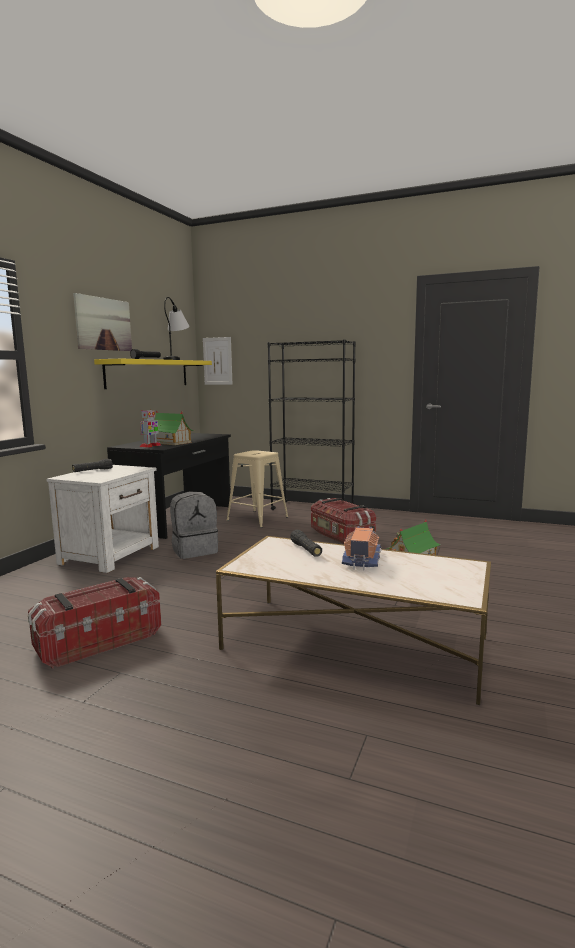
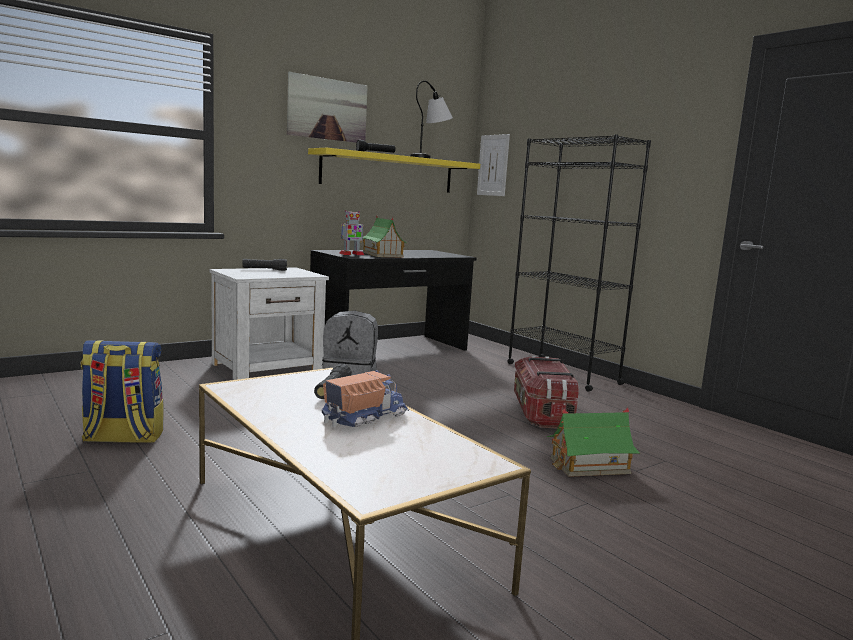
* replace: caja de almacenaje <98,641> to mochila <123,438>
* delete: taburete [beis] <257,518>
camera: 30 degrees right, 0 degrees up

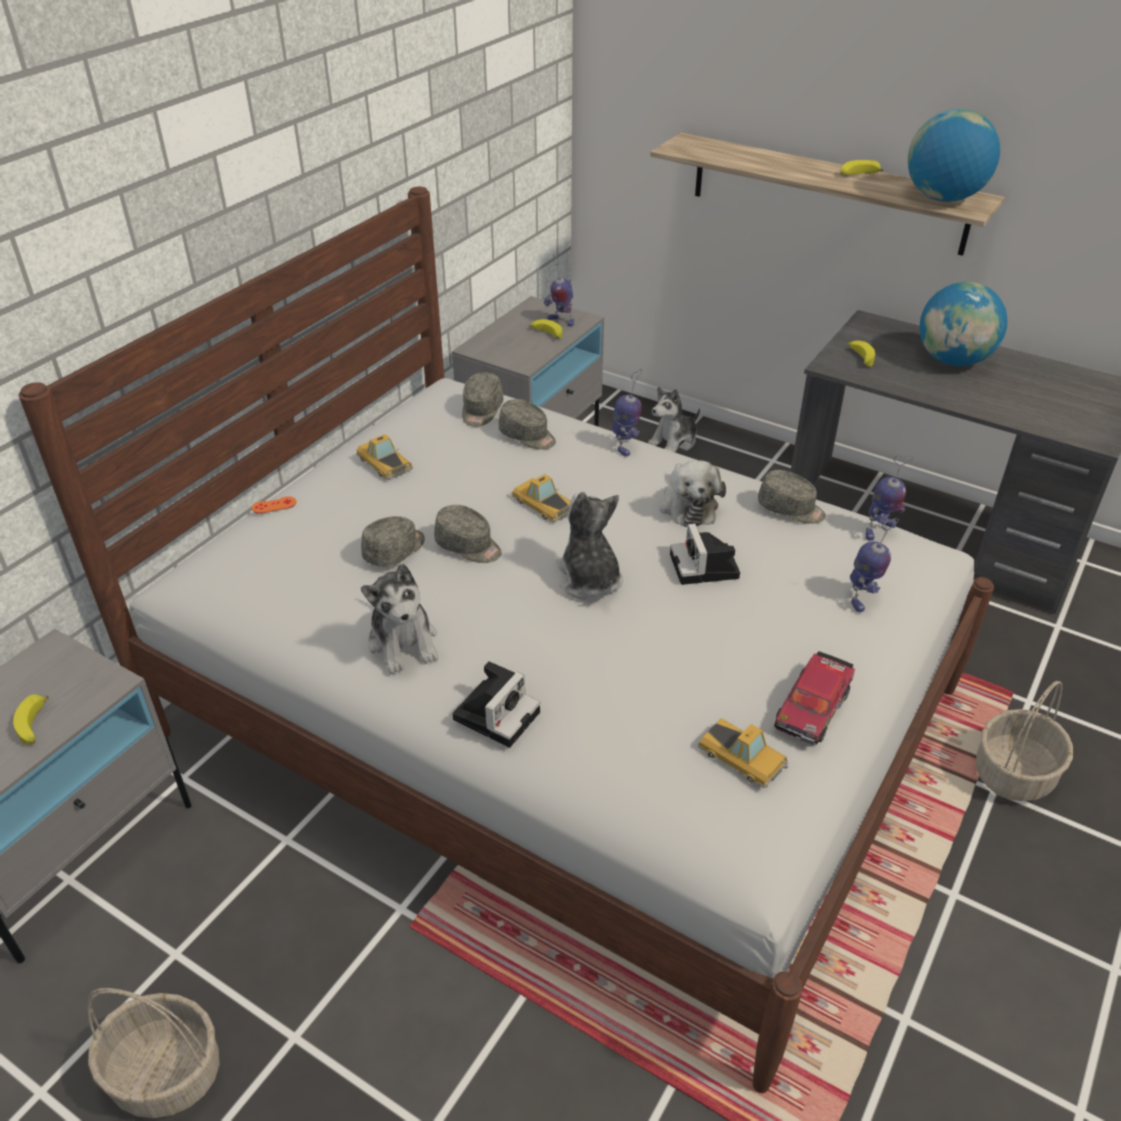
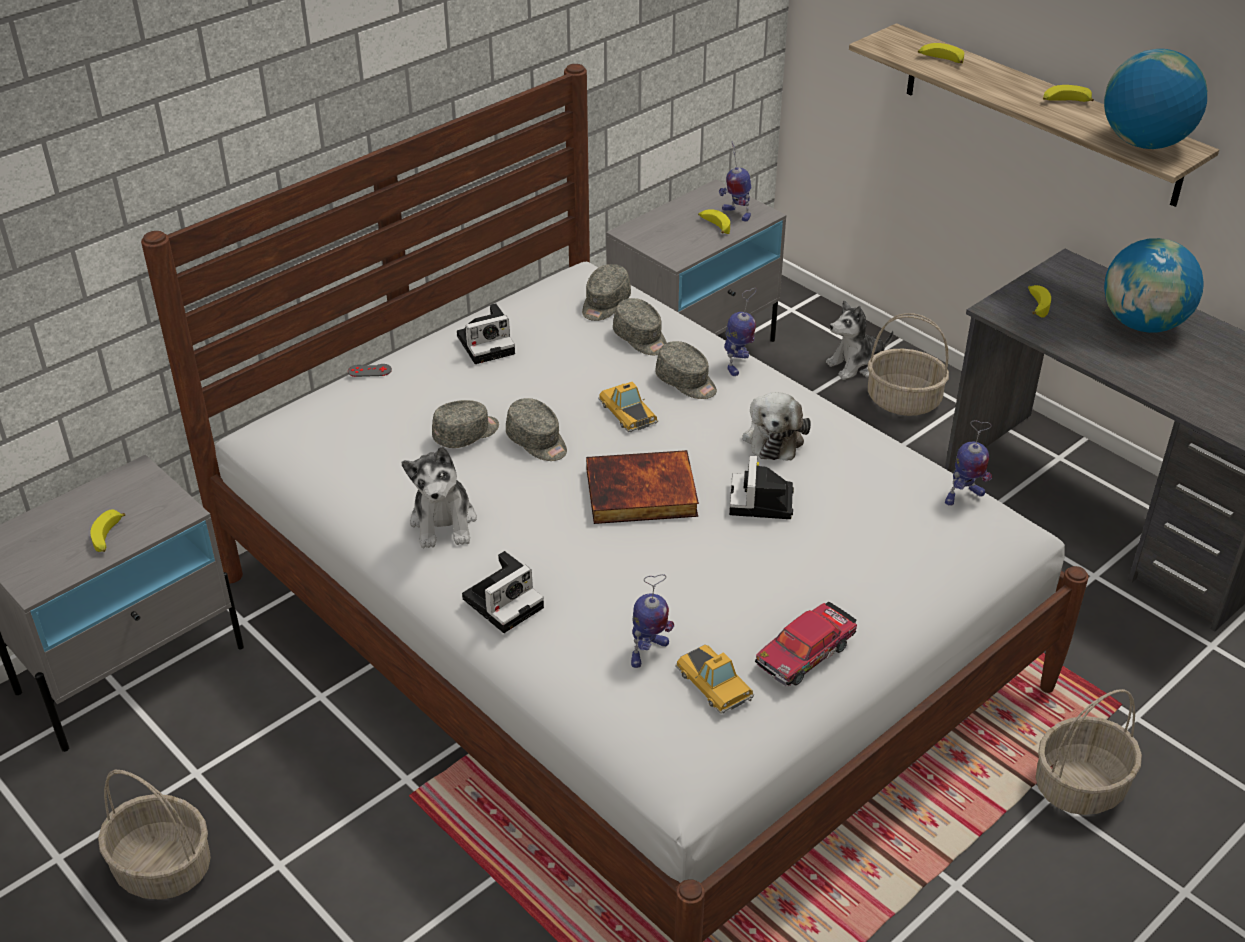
* recolor: mando de consola [naranja] <274,505> to mando de consola [gris] <369,370>
* replace: coche de juguete <384,462> to cámara <488,344>
* replace: peluche <589,579> to libro <640,494>
* move: robot de juguete <862,598> to <648,652>
* move: gorra [gris] <791,509> to <686,382>
* insert: cesta <904,400>
* insert: plátano <940,60>
camera: 15 degrees right, 0 degrees up

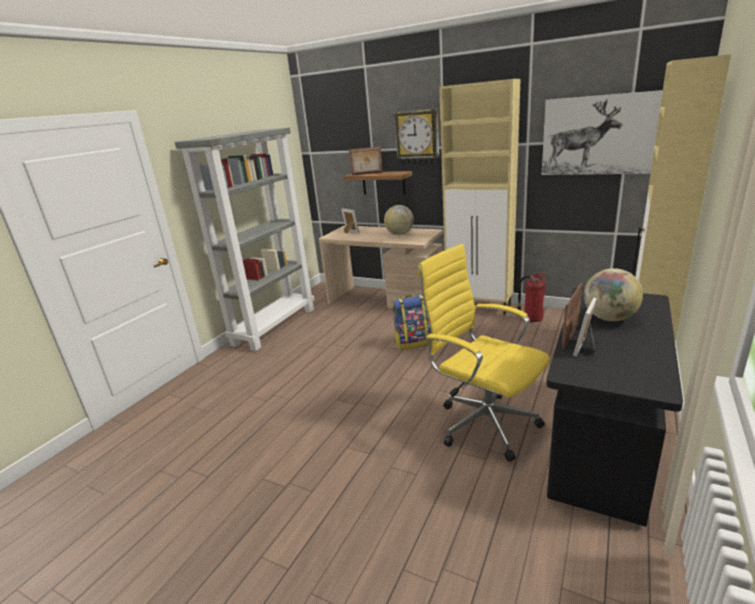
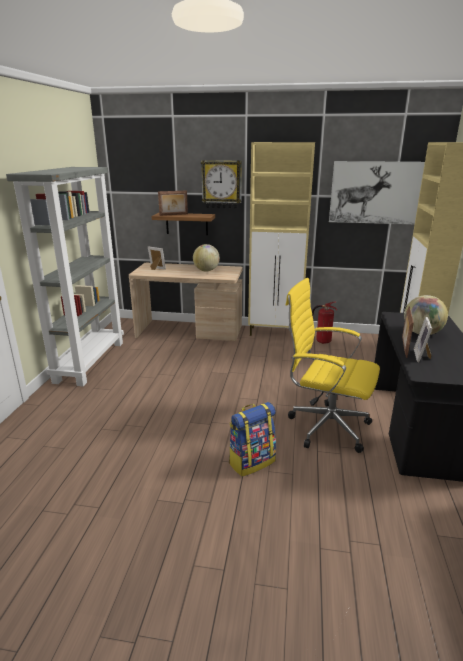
* move: mochila <413,342> to <251,461>
camera: 20 degrees left, 0 degrees up

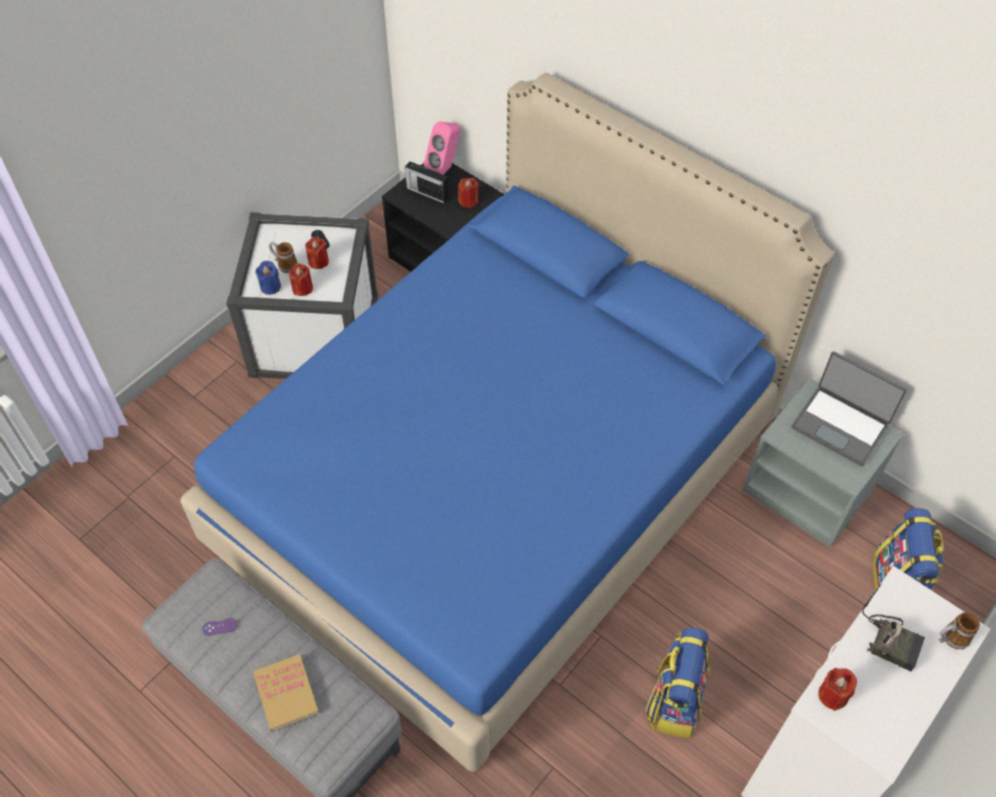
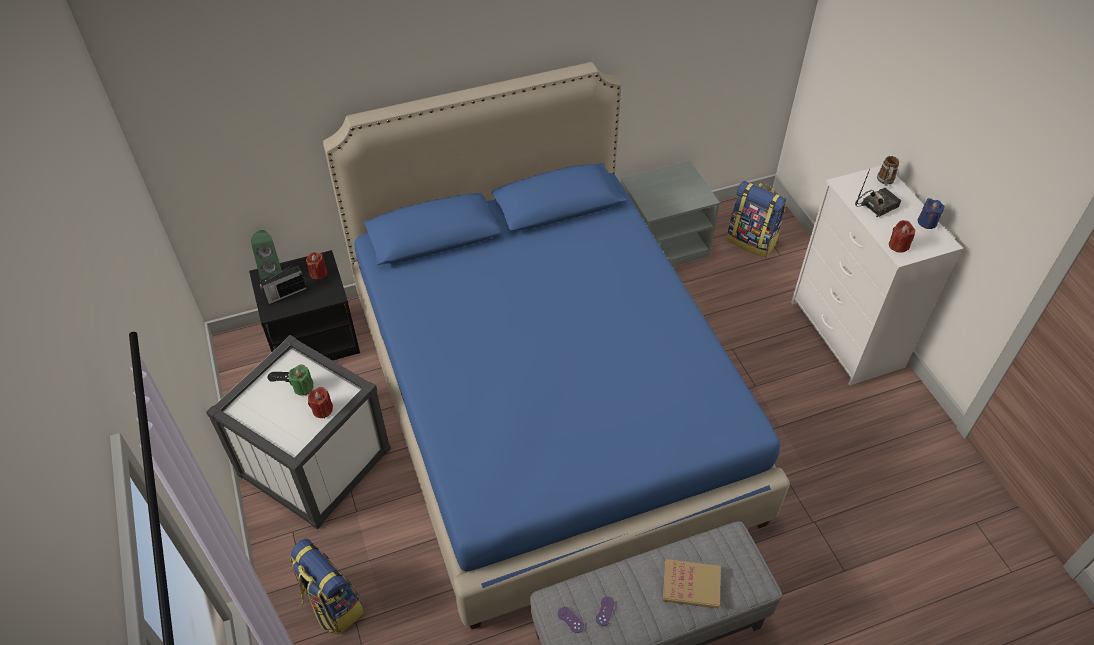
* recolor: altavoz [rosa] <445,169> to altavoz [verde] <272,272>
* recolor: vela [rojo] <318,261> to vela [verde] <303,387>
* move: mochila <674,700> to <331,604>
* insert: mando de consola [morado] <570,620>
* move: vela [azul] <270,286> to <927,222>
* delete: taza grande <284,264>
* delete: portátil <840,425>
camera: 60 degrees left, 5 degrees down

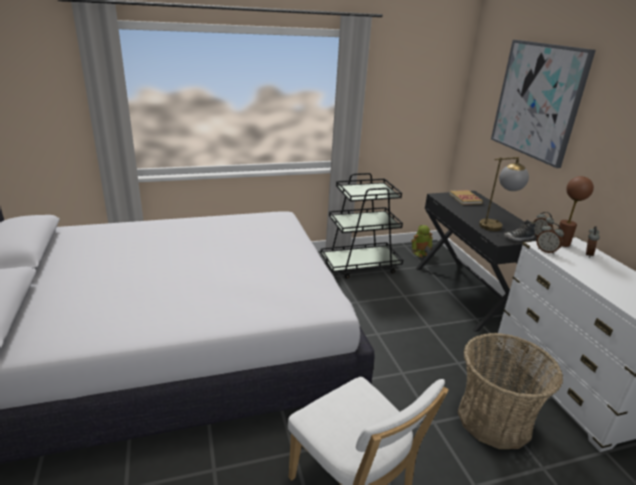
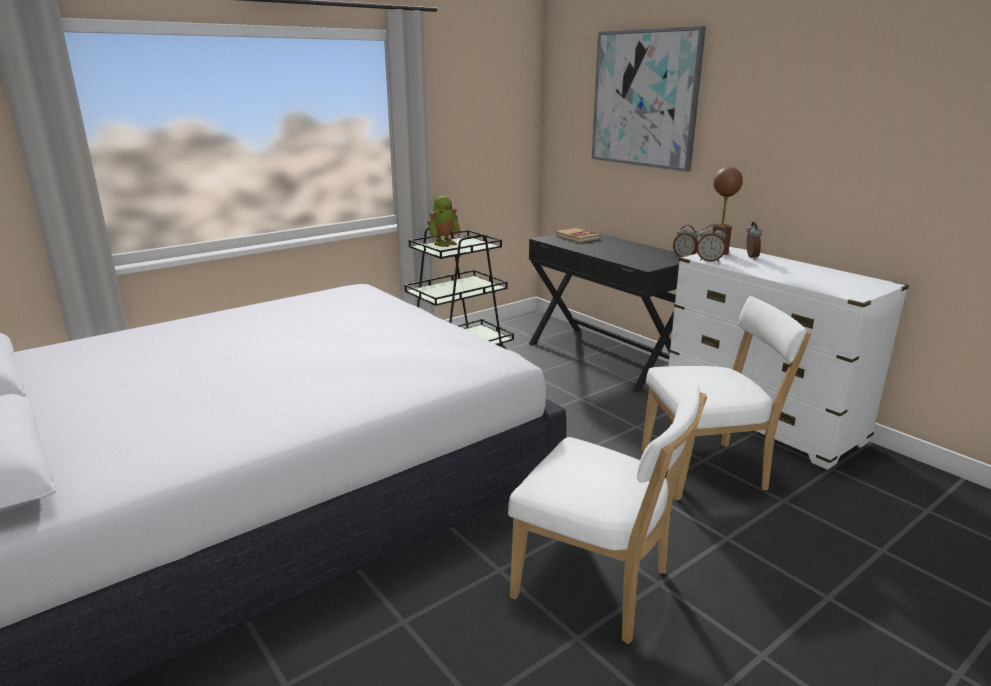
* move: robot de juguete <420,253> to <444,243>
* replace: cesta <494,419> to silla [blanco] <708,470>
* delete: lámpara de mesa <496,225>
* delete: zapato <518,238>
camera: 20 degrees left, 5 degrees down

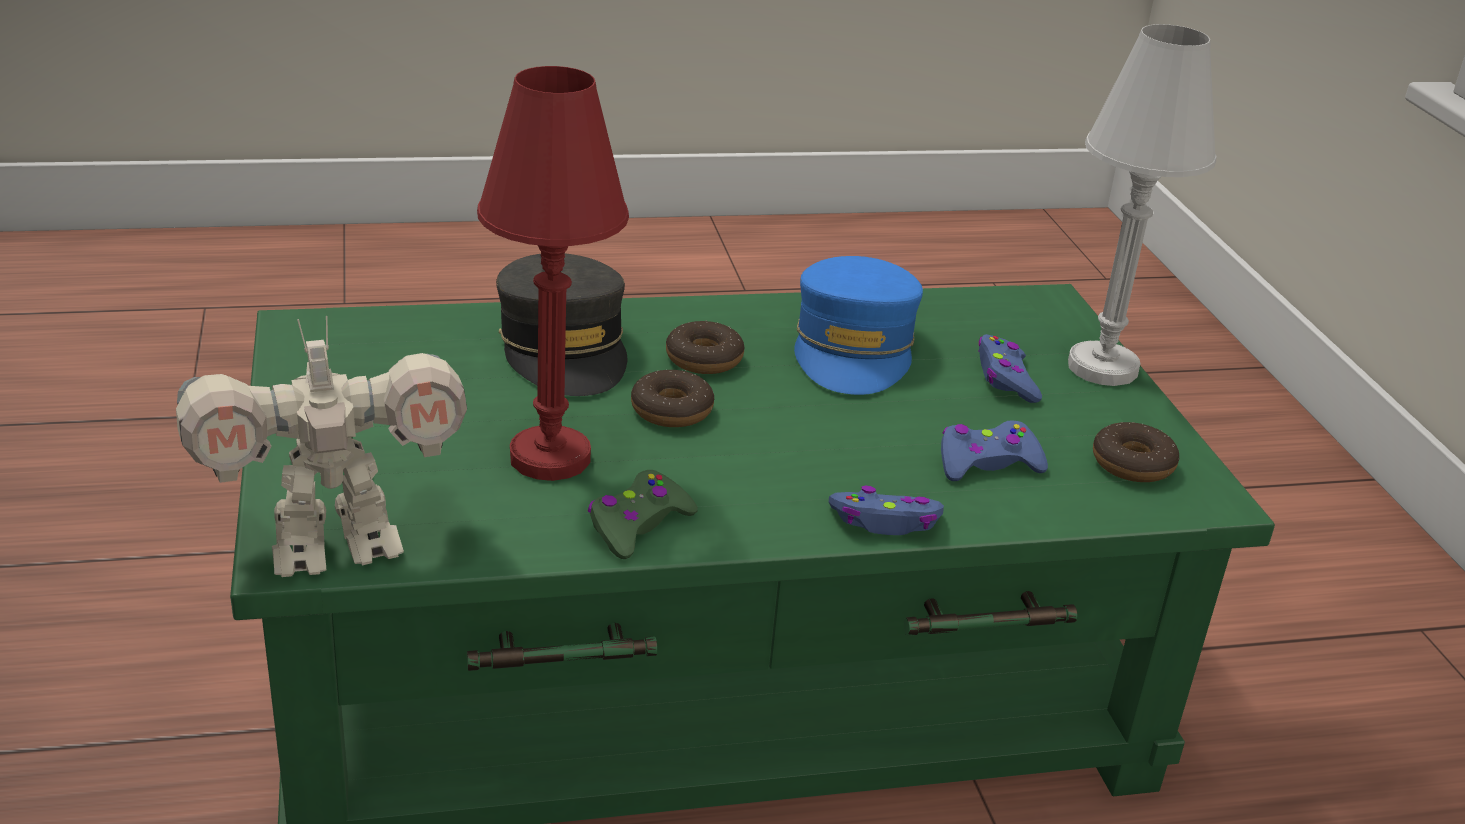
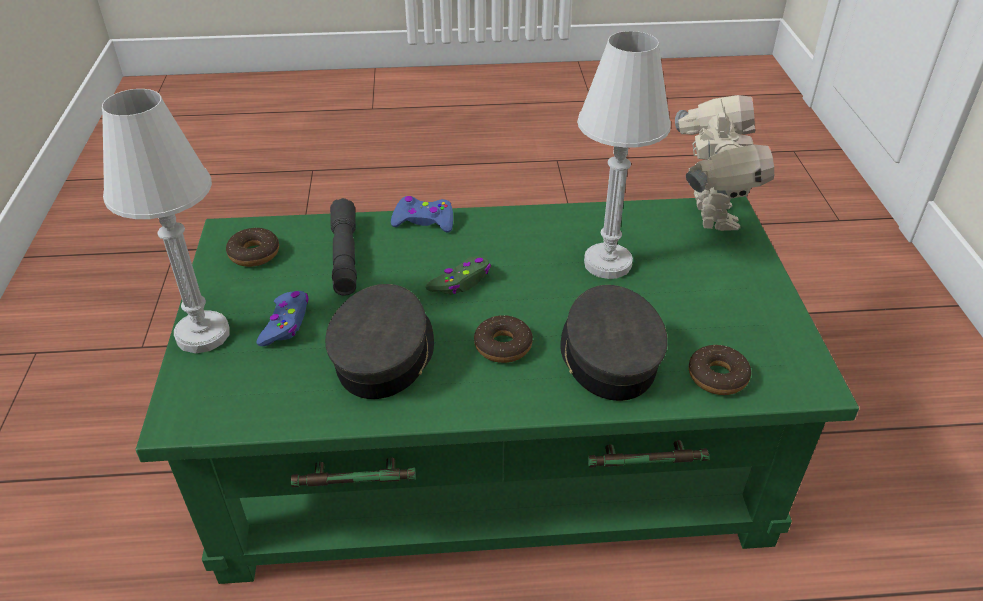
* recolor: gorra [azul] <854,349> to gorra [gris] <385,356>
* replace: mando de consola [azul] <987,464> to linterna [gris] <345,255>
* move: mando de consola [verde] <638,525> to <461,282>
* recolor: lámpara de mesa [rojo] <550,458> to lámpara de mesa [blanco] <607,263>
* rotate: robot de juguete <333,546> = <709,214> 105 degrees clockwise
* move: rosquilla <671,410> to <717,376>
camera: 170 degrees left, 10 degrees up

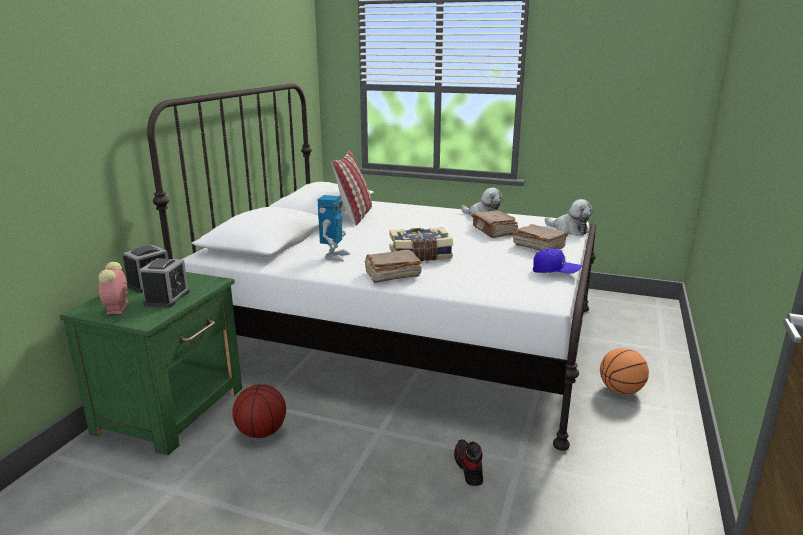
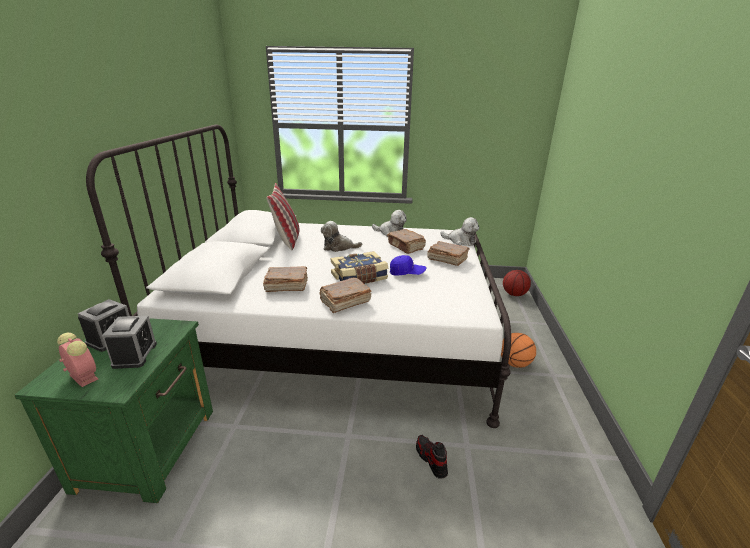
* rotate: despertador <117,308> = <82,376> 150 degrees clockwise
* replace: robot de juguete <334,256> to libro [marrón] <286,286>
* insert: peluche <338,247>
* move: gorra [azul] <555,272> to <407,273>
* move: balón de baloncesto <262,432> to <514,294>
camera: 15 degrees left, 5 degrees up

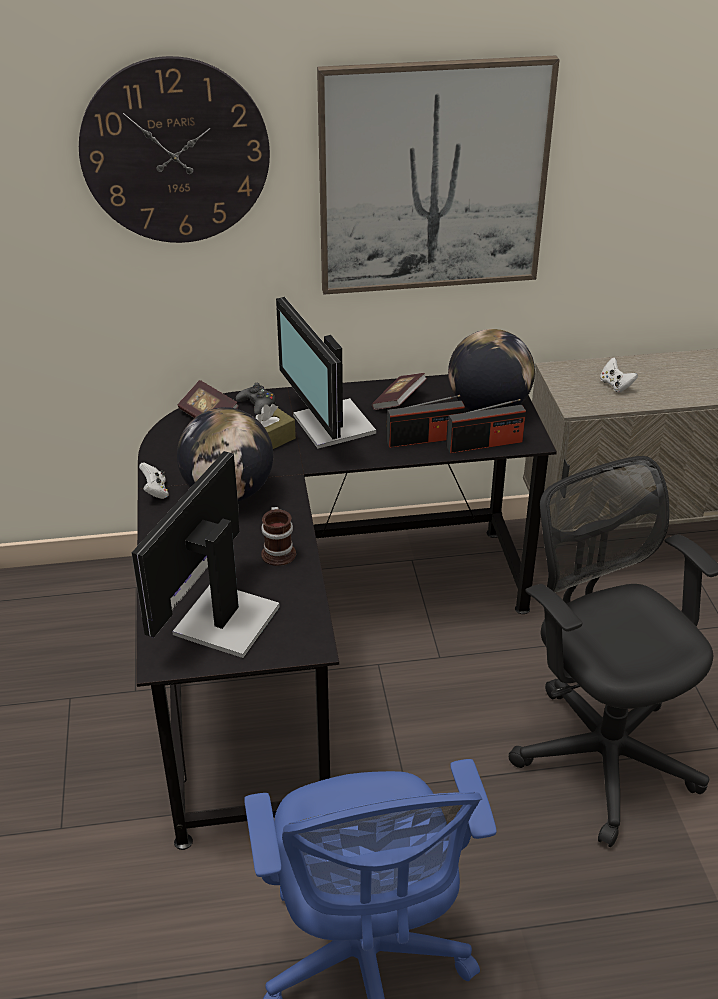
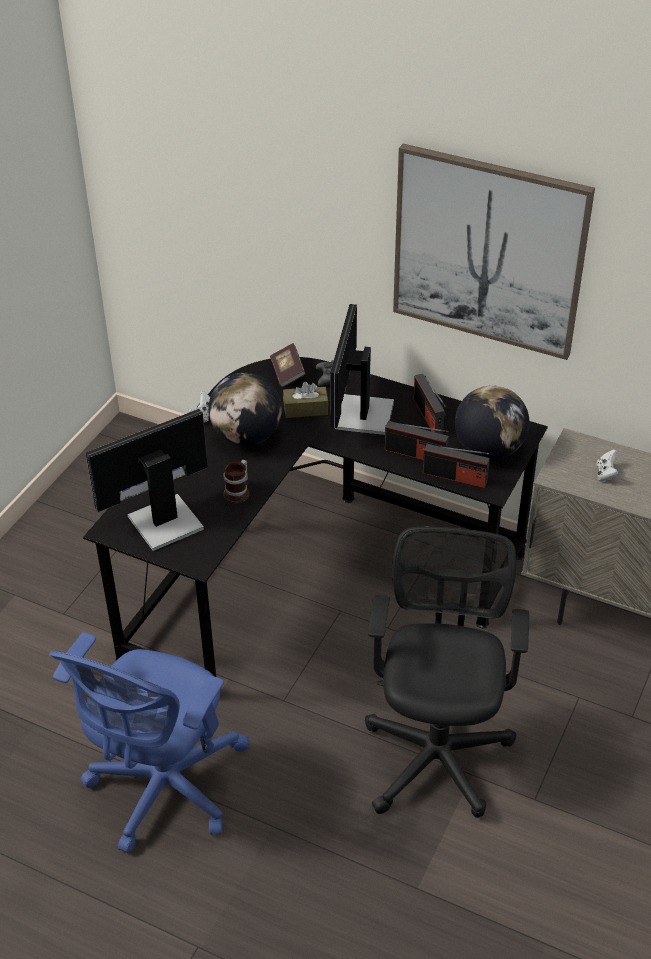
* replace: libro <398,401> to radio <429,416>
* delete: reloj de pared <175,152>
camera: 35 degrees right, 5 degrees up

